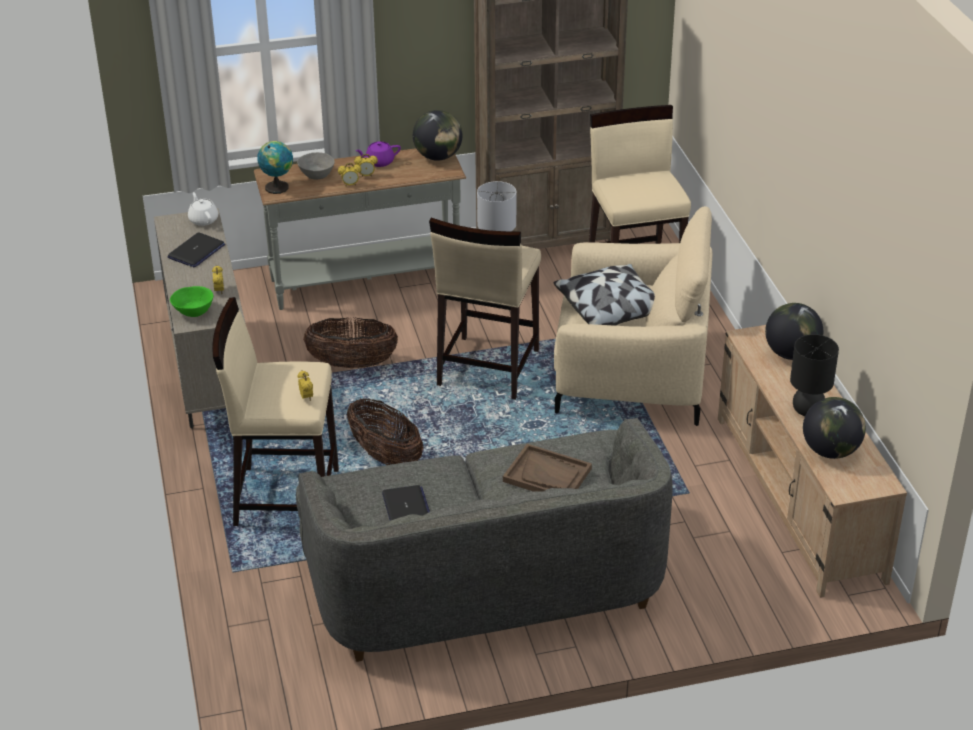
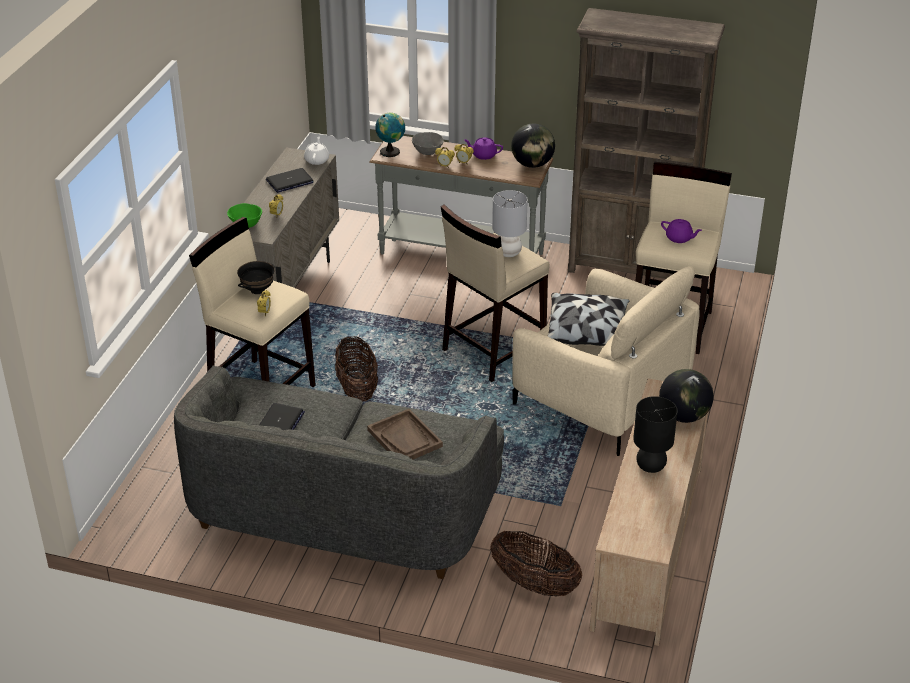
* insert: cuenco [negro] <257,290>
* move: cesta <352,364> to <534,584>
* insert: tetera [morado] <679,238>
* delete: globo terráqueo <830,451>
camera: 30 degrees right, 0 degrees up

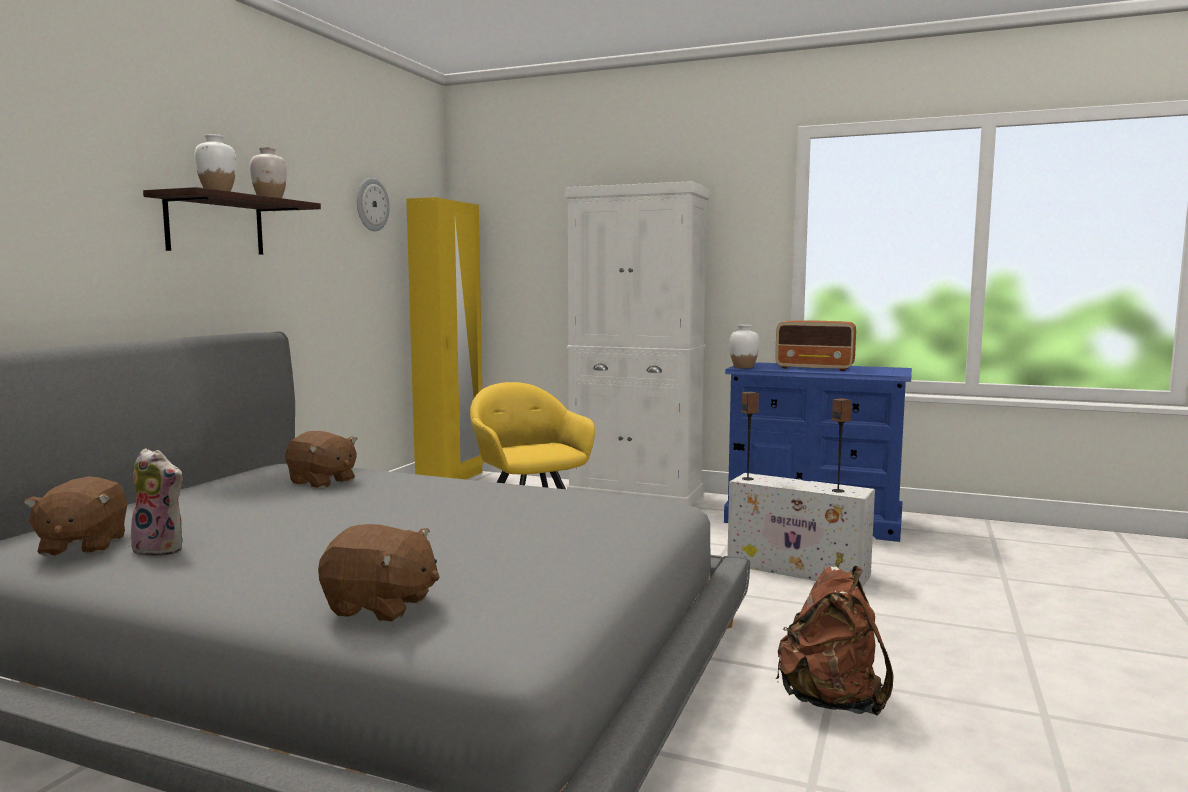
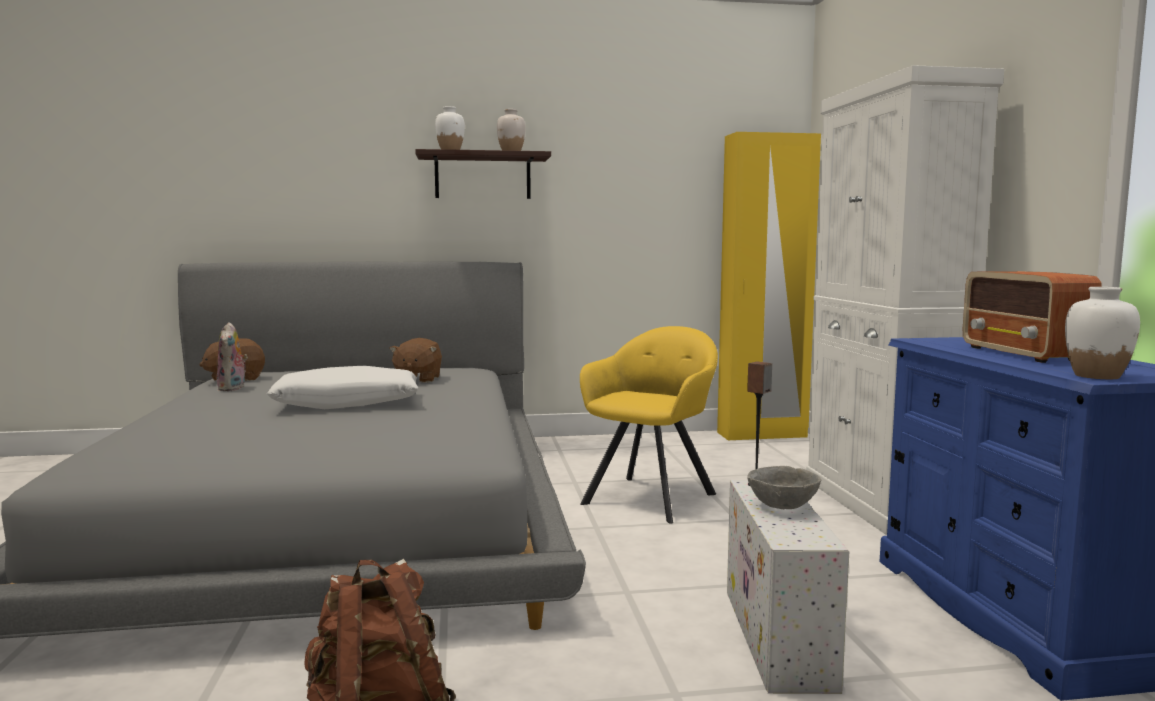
* insert: cojín [blanco] <347,403>
* insert: cuenco [gris] <783,507>
* move: florero [blanco] <743,367> to <1096,376>
* delete: peluche [marrón] <380,606>
* delete: reloj de pared <371,204>
* delete: altavoz <838,491>
camera: 60 degrees right, 0 degrees up

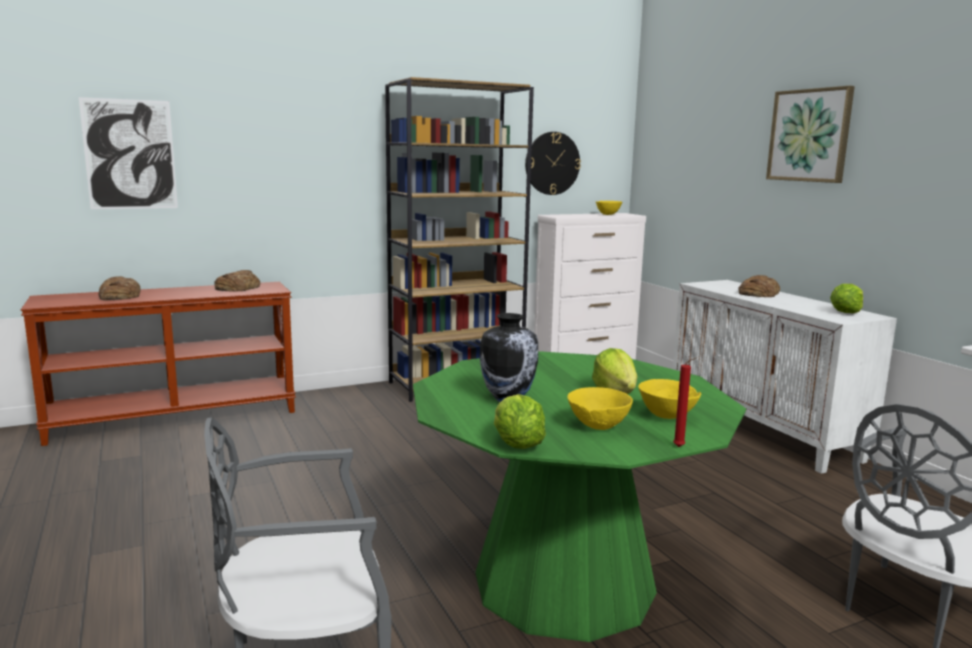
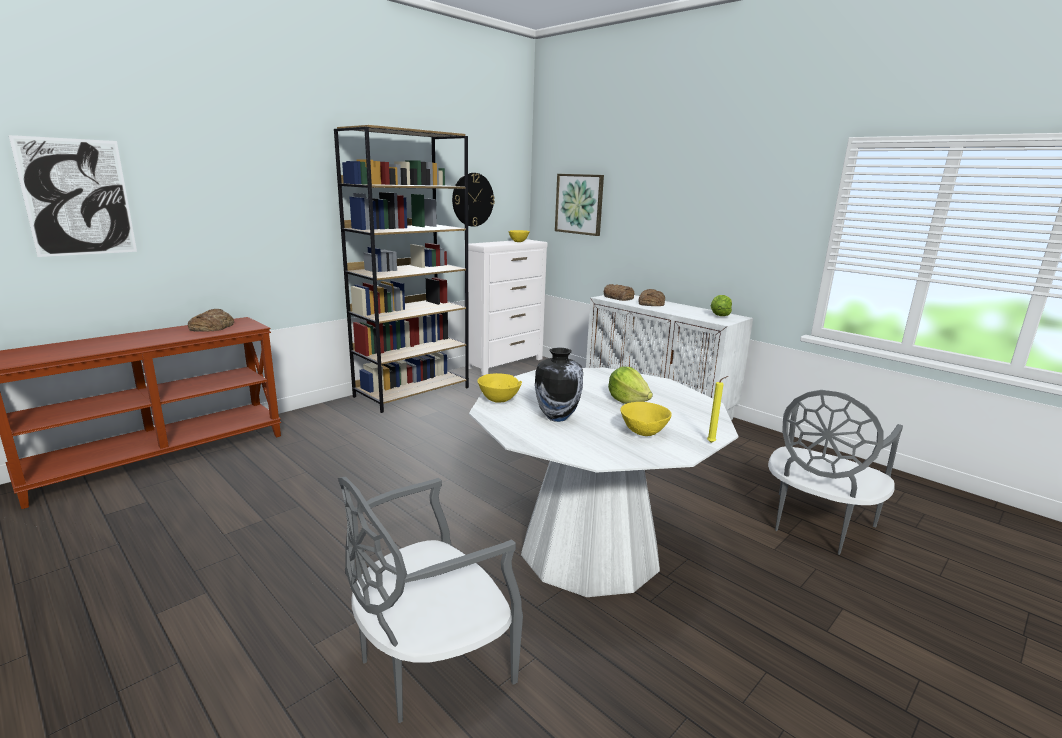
* recolor: mesa de comedor [verde] <564,582> to mesa de comedor [blanco] <590,549>
* move: cuenco [amarillo] <667,416> to <499,400>
* move: cuadro <809,135> to <579,204>
* move: pan <119,295> to <618,297>
* recolor: vela [rojo] <680,447> to vela [amarillo] <712,443>
* delete: lechuga <516,444>
camera: 20 degrees left, 5 degrees up

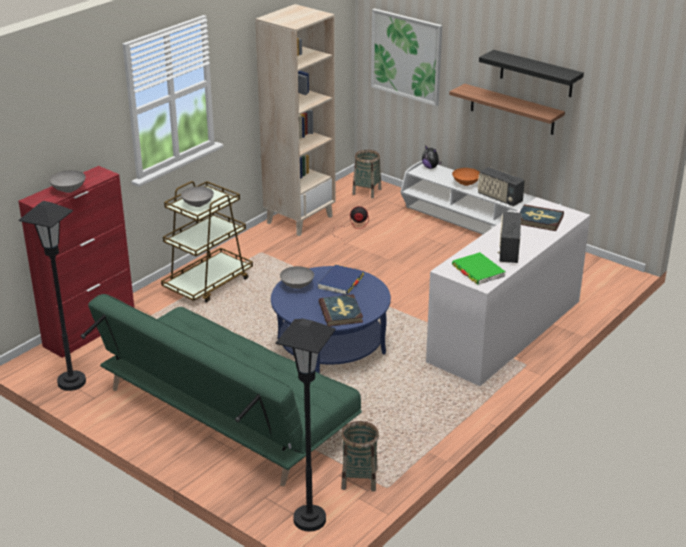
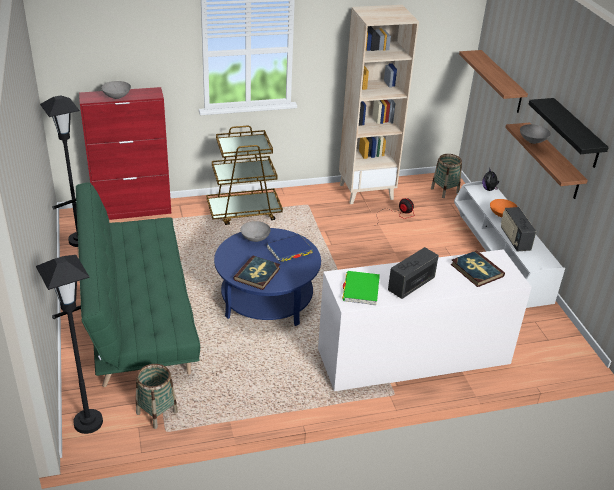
* replace: cuadro <406,56> to estante <501,82>
* move: cuenco [gris] <197,204> to <532,141>
camera: 35 degrees right, 5 degrees up

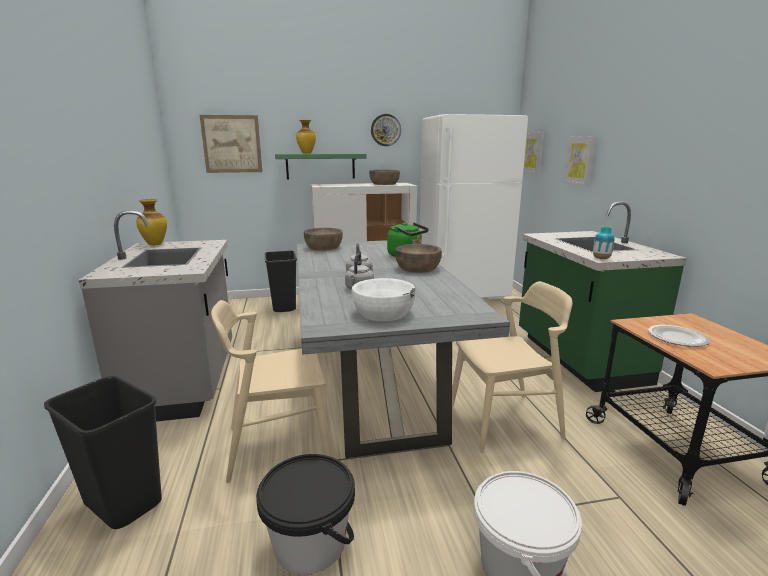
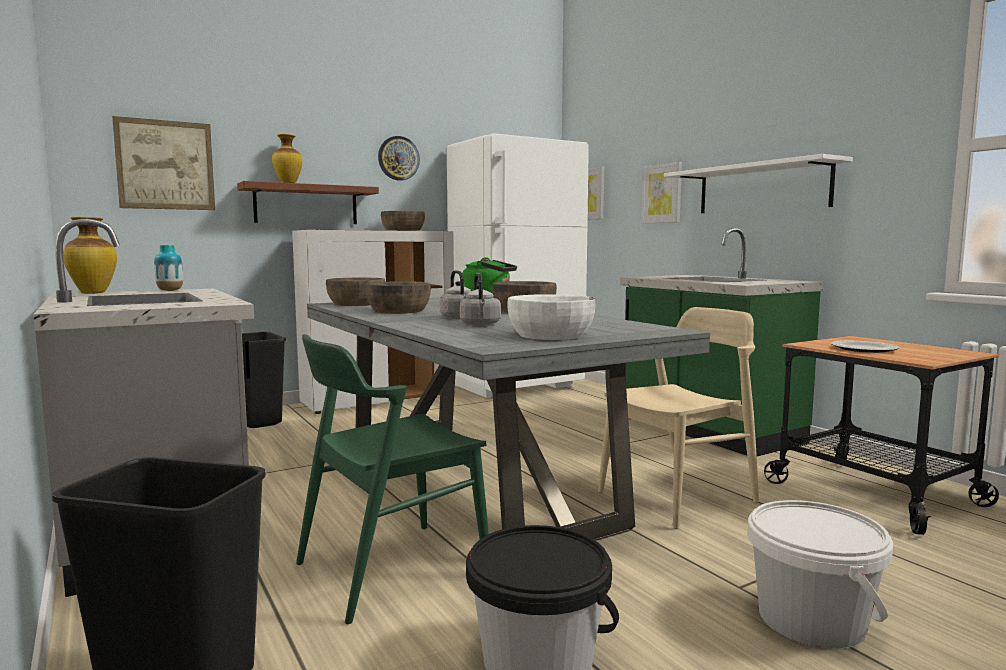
* move: florero <601,259> to <170,291>
* recolor: estante [verde] <320,166> to estante [marrón] <306,205>
* recolor: silla [beis] <277,445> to silla [verde] <391,569>
* insert: cuenco [marrón] <399,311>
* insert: estante [blanco] <762,188>
camera: 20 degrees left, 10 degrees down

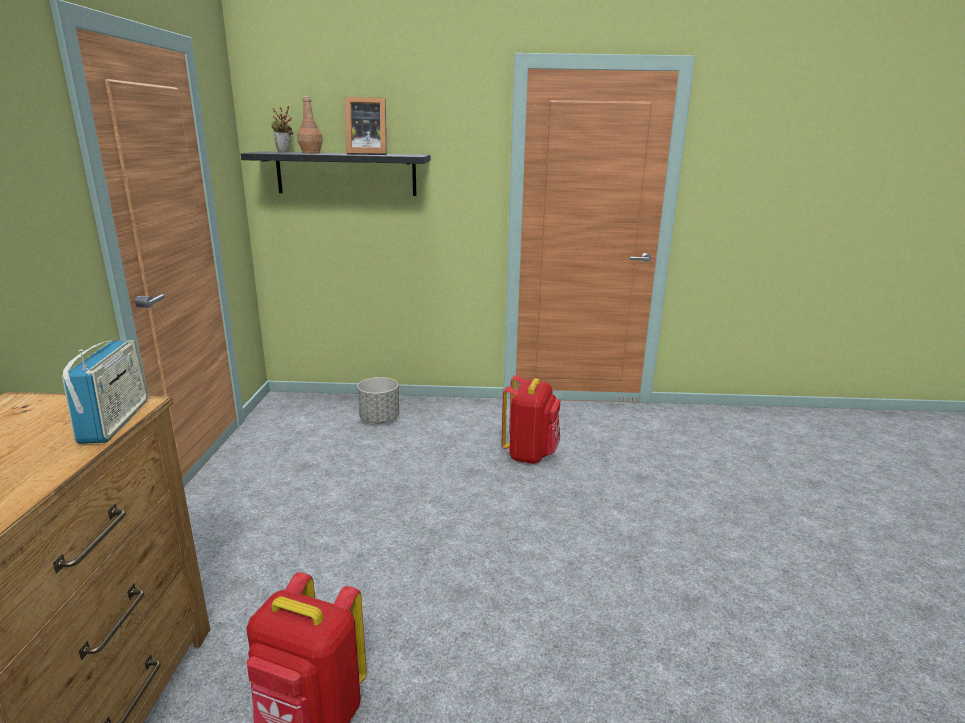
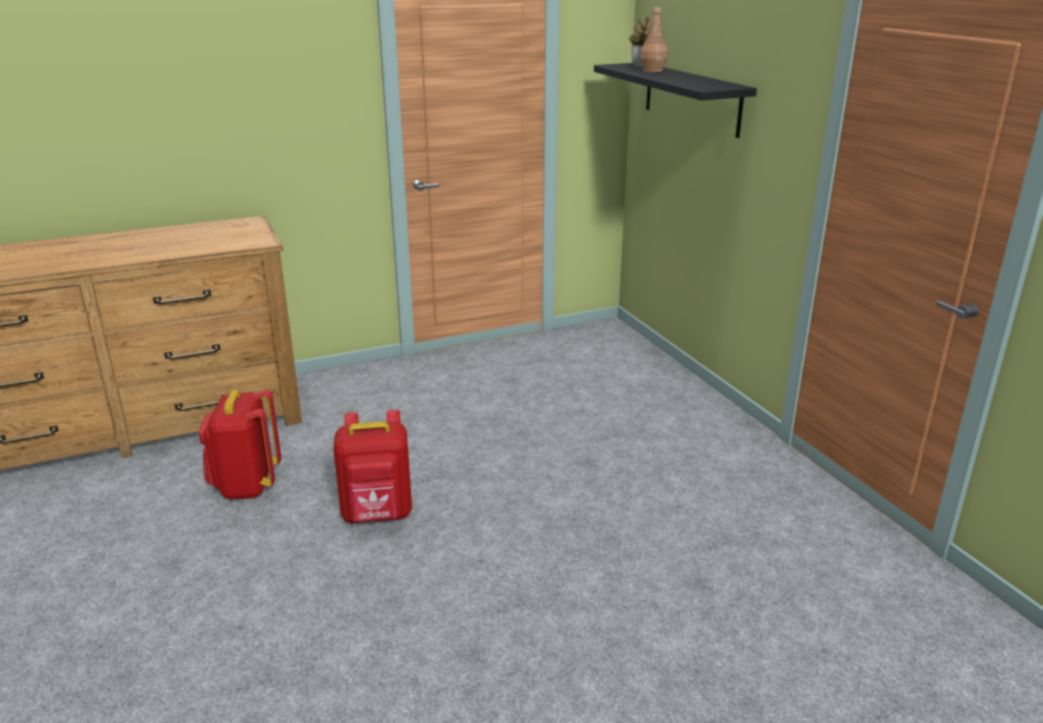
* move: mochila [rojo] <530,454> to <378,515>
* delete: radio <115,421>
* delete: portarretratos <366,154>
* delete: maceta [gris] <379,419>
camera: 65 degrees right, 5 degrees up

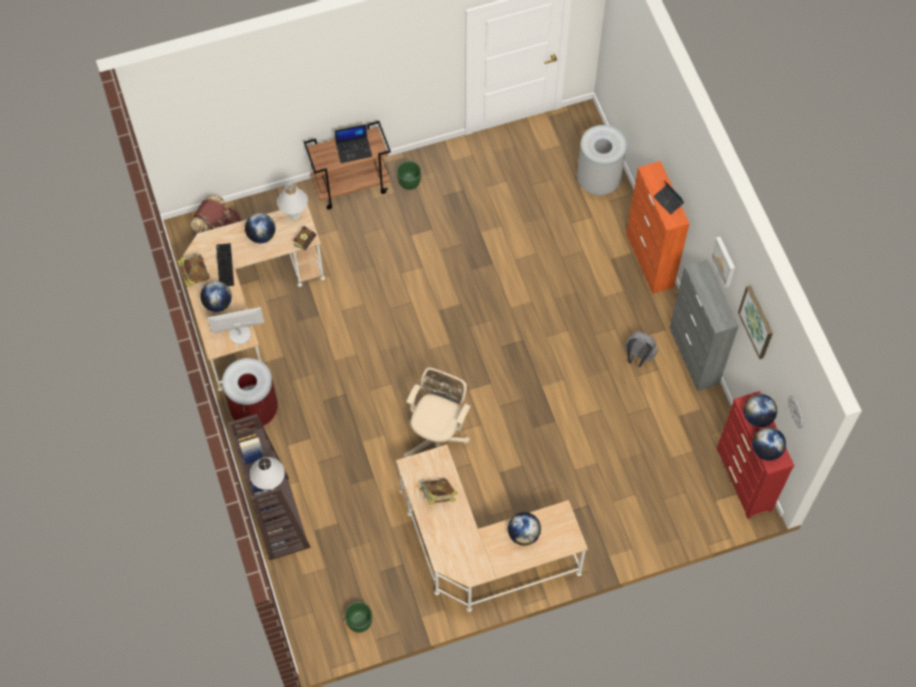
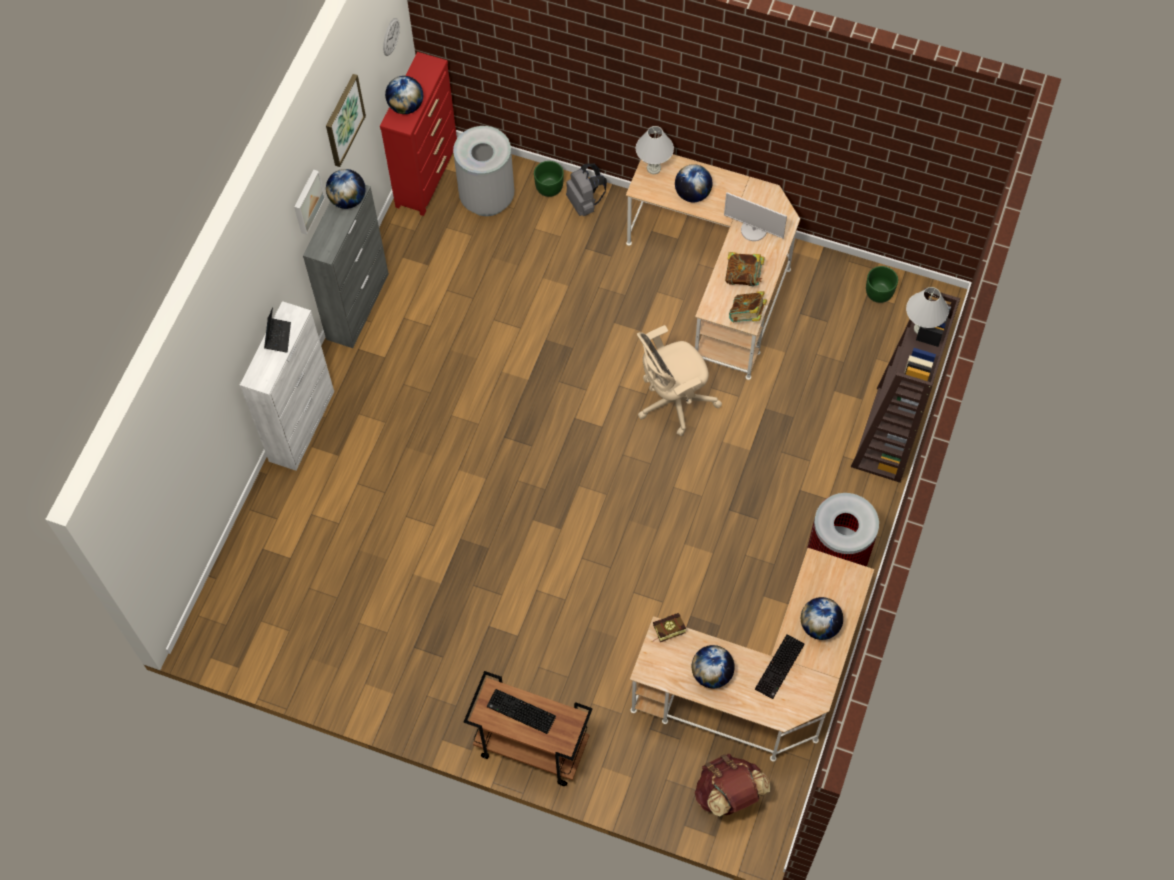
* recolor: armario [naranja] <649,260> to armario [blanco] <302,425>
* move: globo terráqueo <766,450> to <348,199>
* move: papelera [gris] <598,180> to <487,197>
* replace: portátil <354,149> to teclado <520,712>
* move: maceta [verde] <409,182> to <549,187>
* move: mochila [gris] <638,357> to <585,203>
* move: lámpara de mesa [blanco] <295,215> to <653,168>
* move: monitor <239,334> to <753,230>
* move: libro <195,275> to <746,315>
camera: 140 degrees left, 0 degrees up

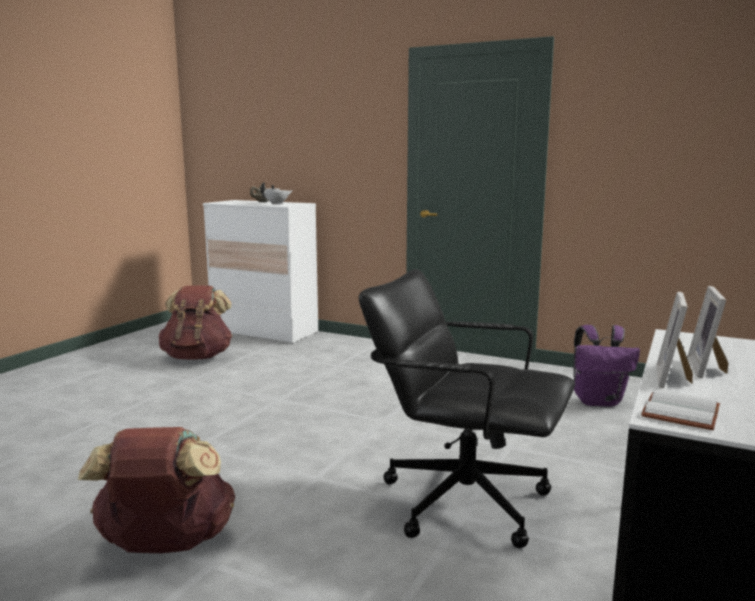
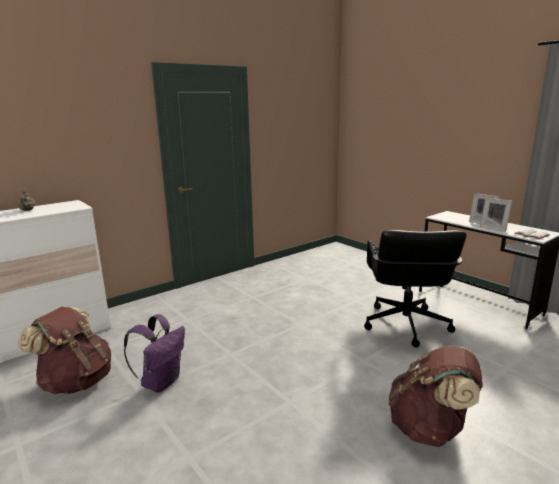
* move: mochila [morado] <598,401> to <161,382>
* rotate: silla de oficina [negro] <463,500> = <405,325> 45 degrees counterclockwise
* delete: tetera [blanco] <277,204>
camera: 65 degrees left, 5 degrees up

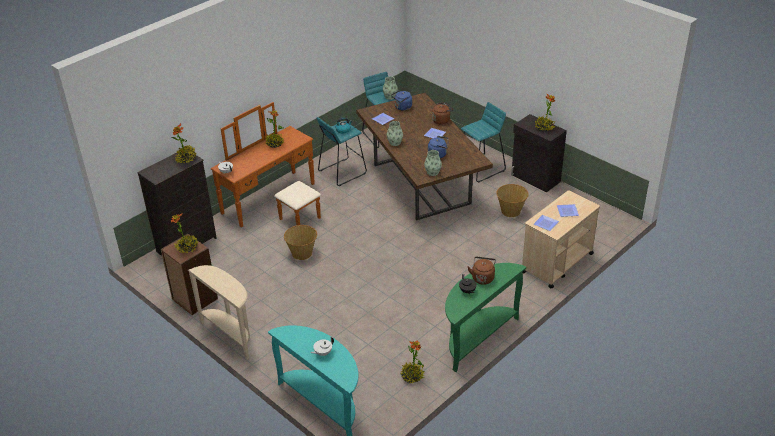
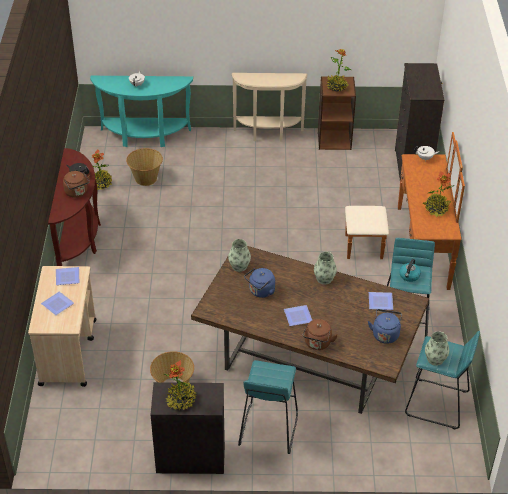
* recolor: mesa consola [verde] <477,337> to mesa consola [marrón] <79,238>
* move: cesta <302,253> to <146,179>
* delete: planta en maceta <186,158>
camera: 135 degrees right, 5 degrees up

